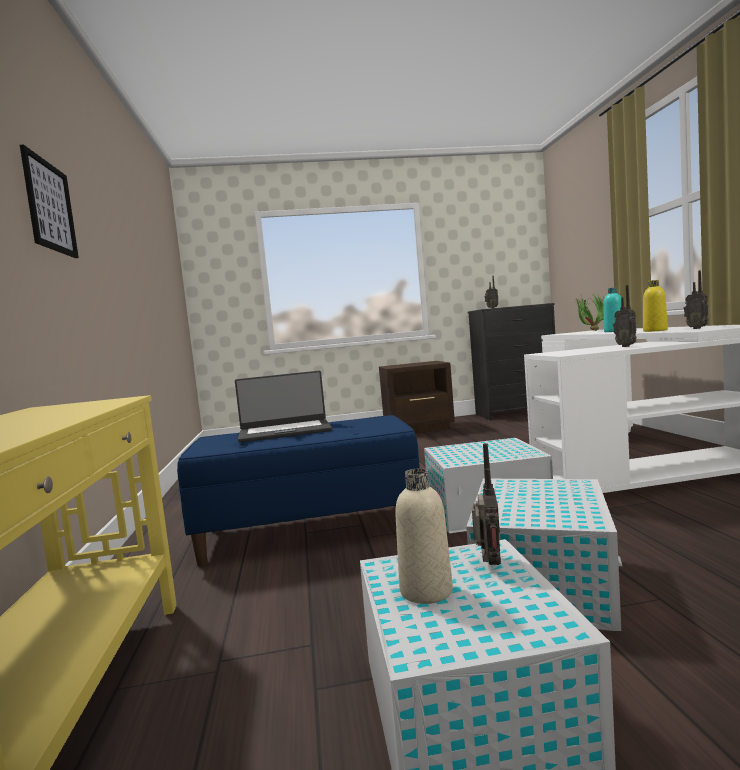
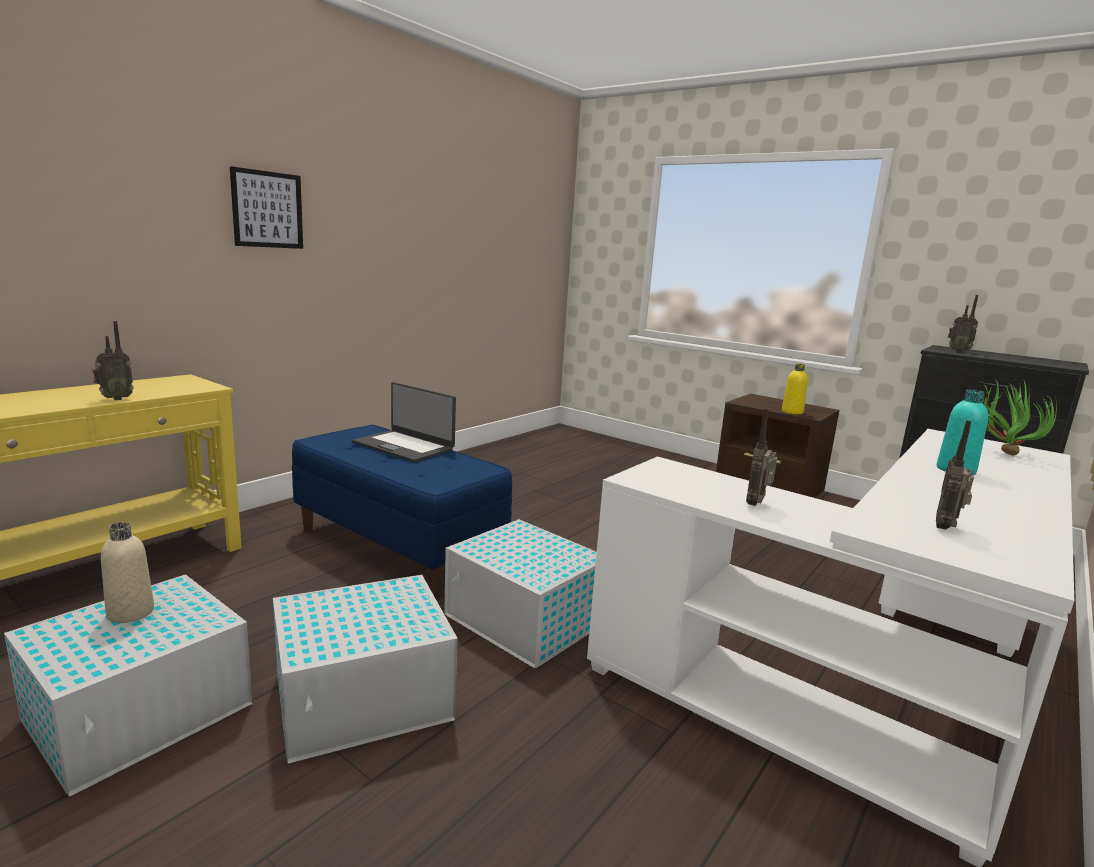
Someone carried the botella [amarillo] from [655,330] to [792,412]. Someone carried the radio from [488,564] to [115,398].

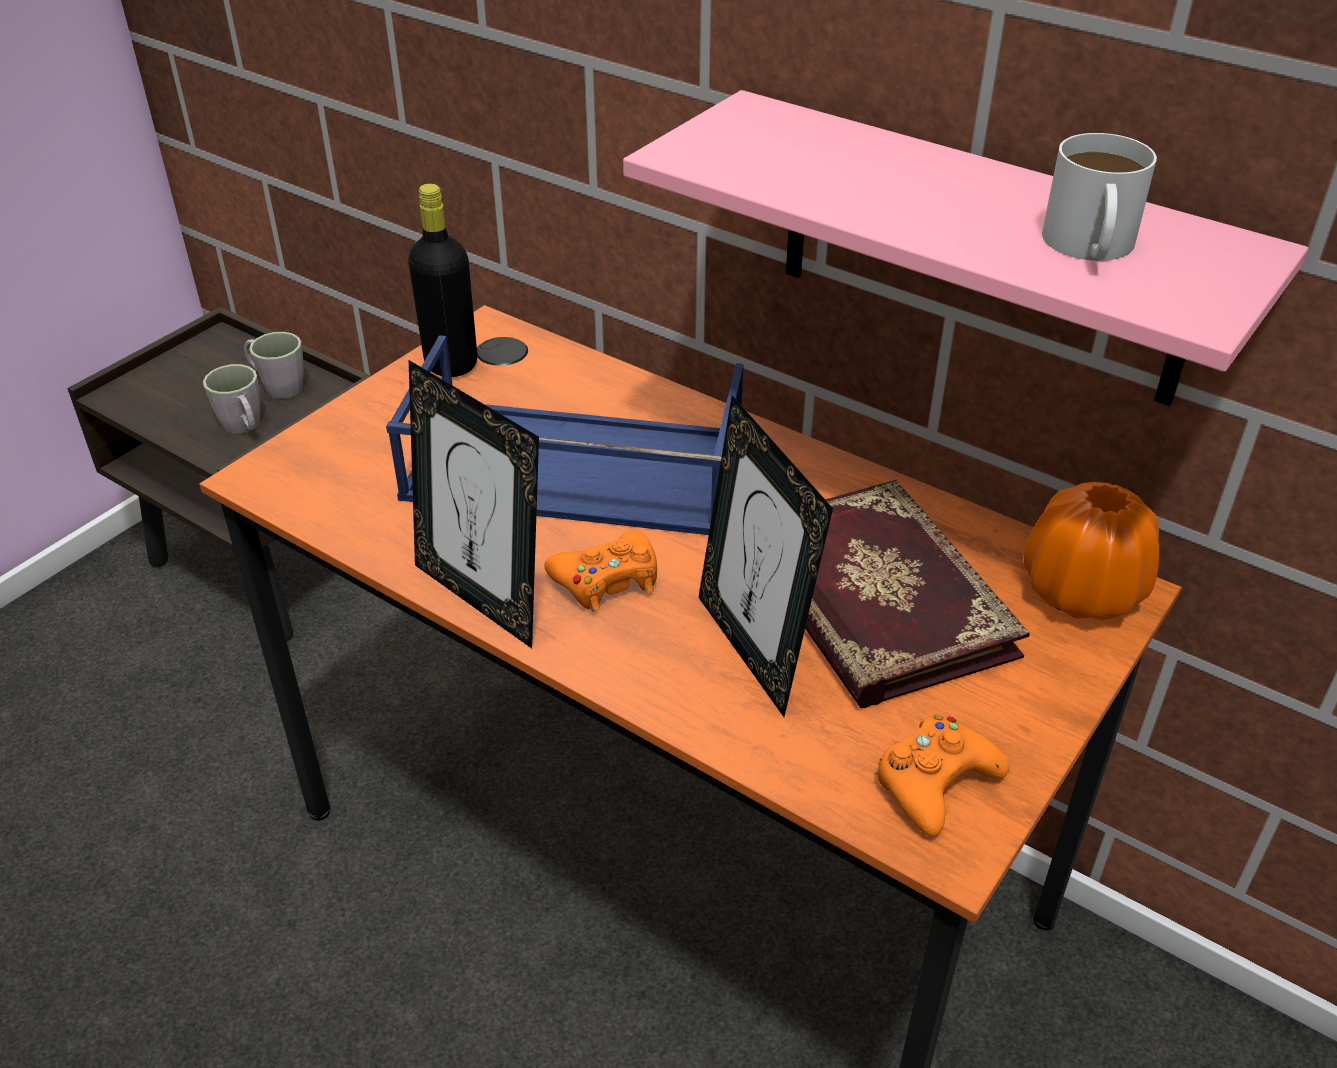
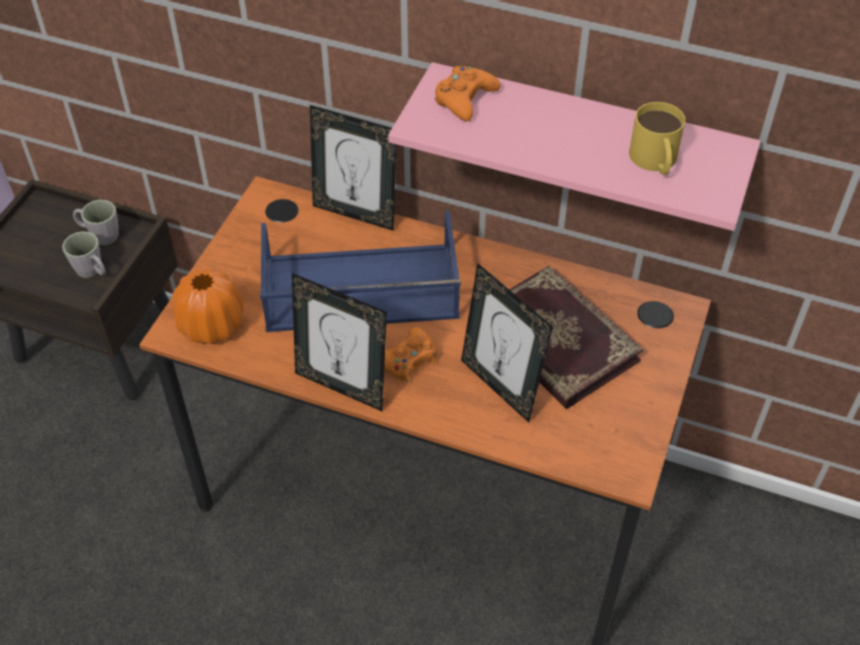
Someone repainted the taza grande [blanco] at [1089,247], which became the taza grande [amarillo] at [655,161]. Someone took away the botella [negro] at [451,364]. Someone carried the florero [naranja] from [1082,592] to [212,325]. Someone carried the mando de consola [naranja] from [934,783] to [464,99]. Someone put down the portarretratos at [355,213].

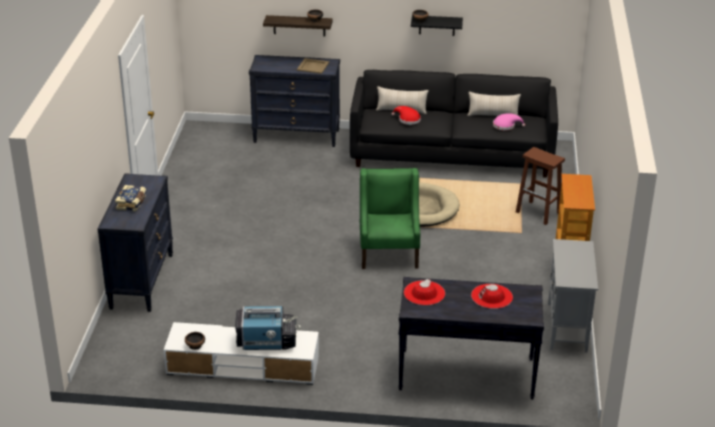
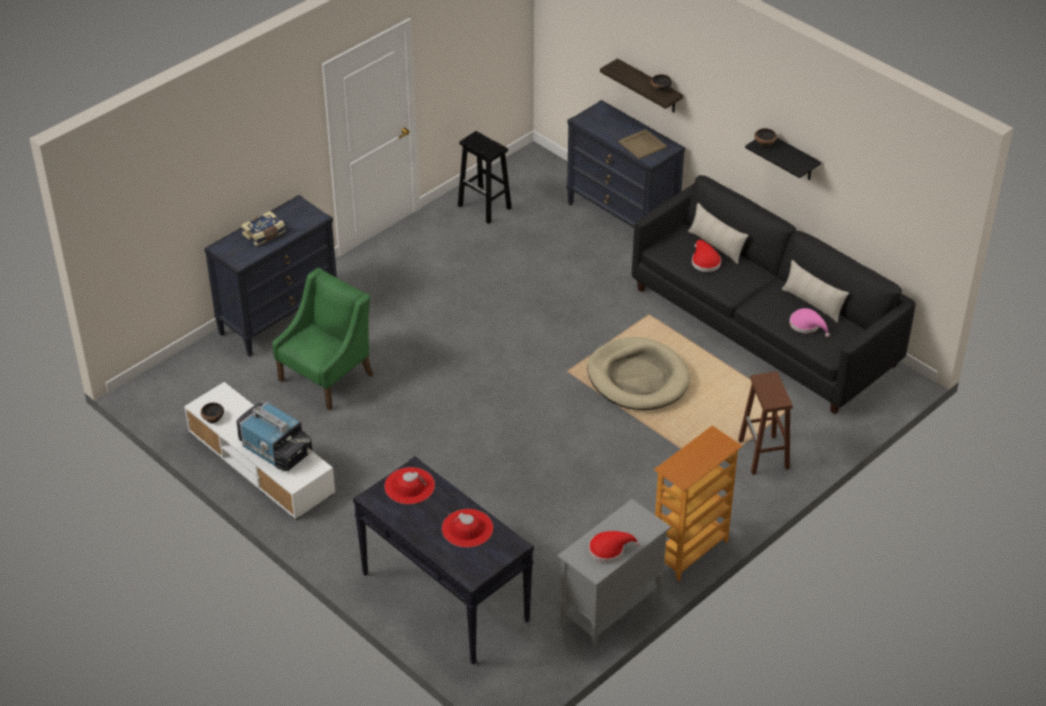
Someone carried the sillón [verde] from [389,253] to [327,377]. Someone put down the taburete [negro] at [485,207]. Someone put down the sombrero [rojo] at [609,549].

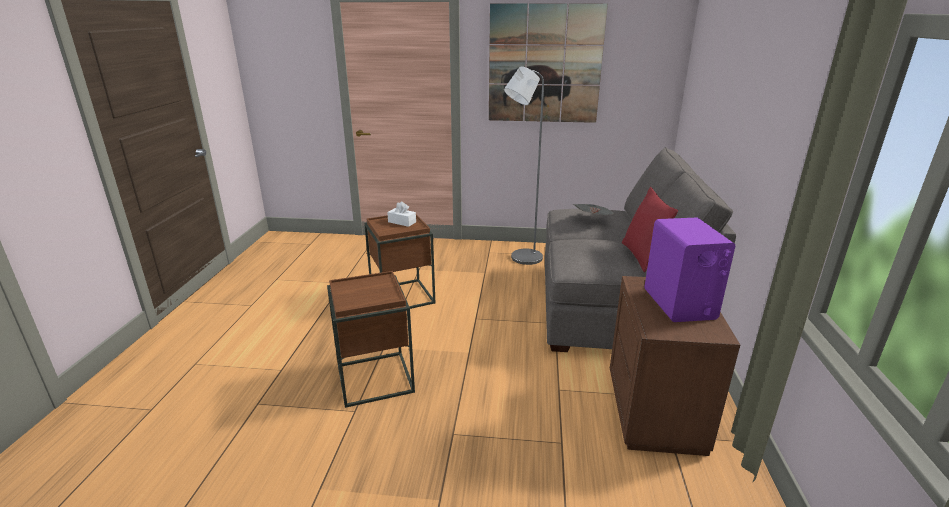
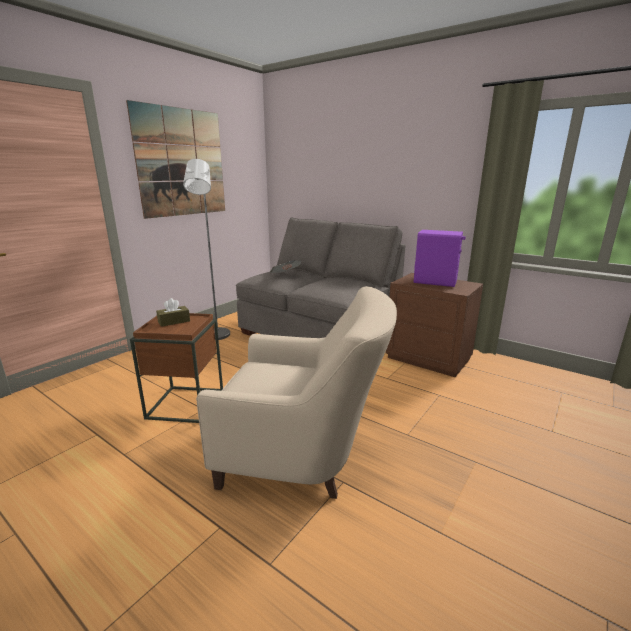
Someone took away the cojín [rojo] at [641,256]. Someone repainted the caja de pañuelos [blanco] at [402,222], which became the caja de pañuelos [marrón] at [174,321]. Someone swapped the mesa auxiliar [marrón] at [374,379] for the sillón [beis] at [304,456].

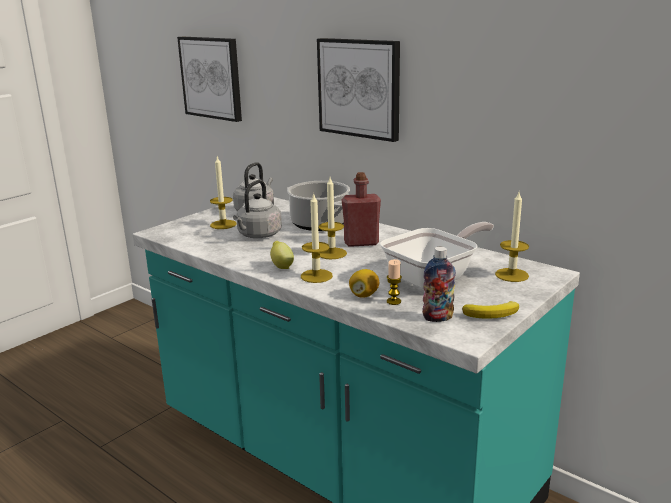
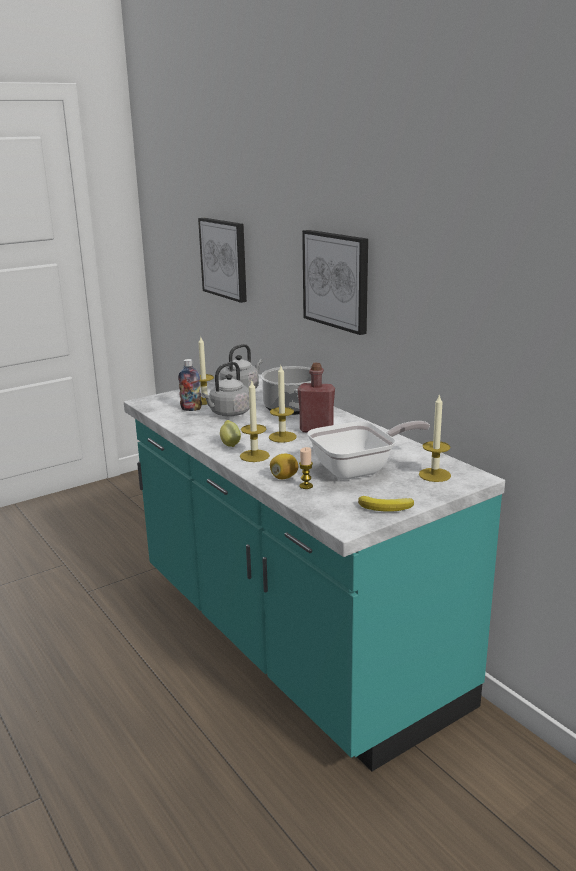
Someone carried the botella from [437,318] to [191,409].

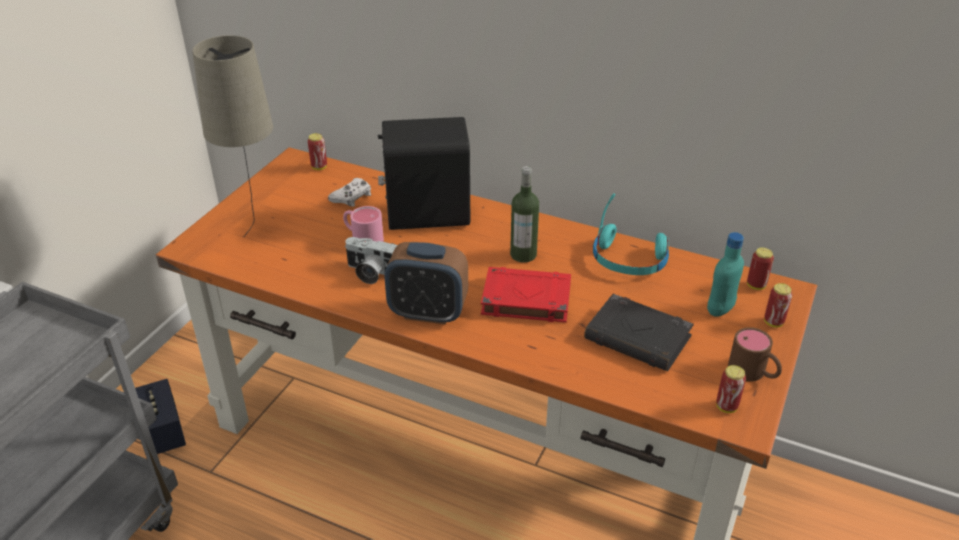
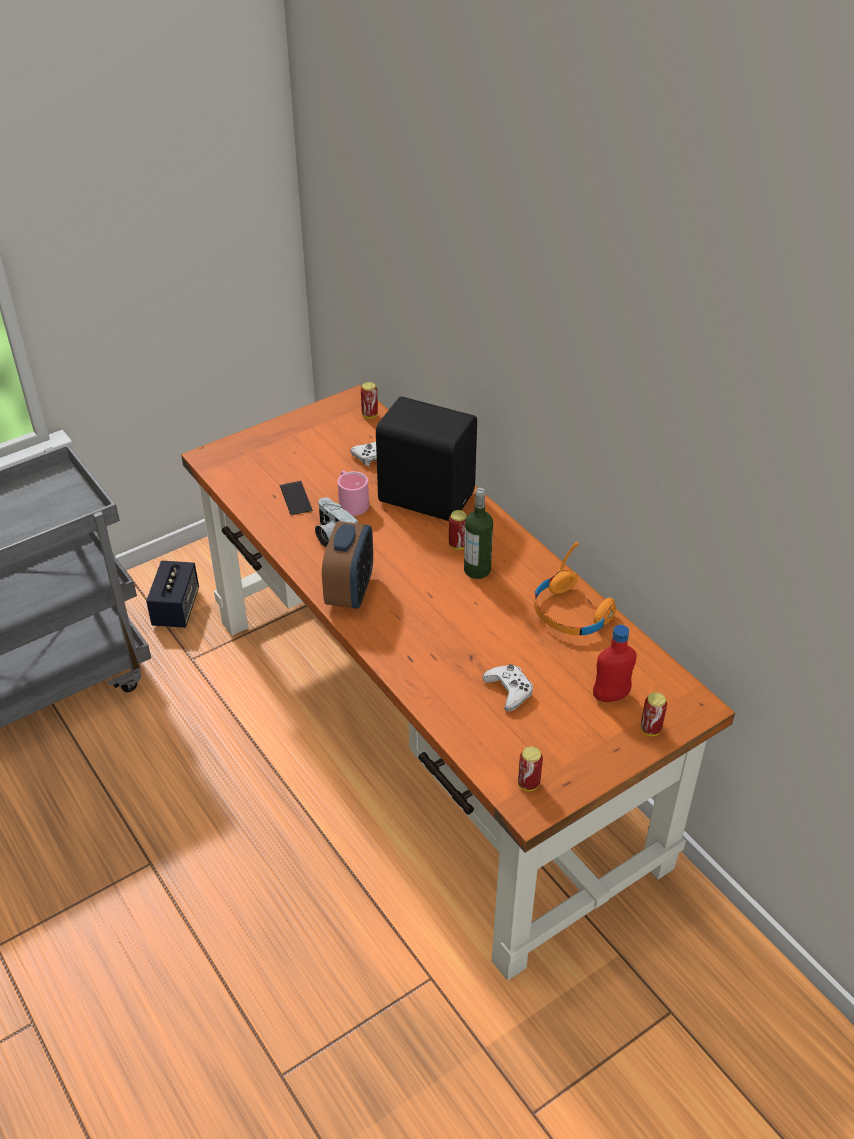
Someone took away the lámpara de mesa [beis] at [257,230]. Someone repainted the auriculares [turquesa] at [629,260], which became the auriculares [naranja] at [570,613]. Someone repainted the botella [turquesa] at [720,309], which became the botella [rojo] at [611,696]. Someone rotated the despertador at [428,312] by 120 degrees counterclockwise. Someone carried the lata from [756,285] to [457,545]. Someone took away the libro [rojo] at [525,300]. Someone swapped the libro [negro] at [639,338] for the mando de consola [blanco] at [509,690]. Someone took away the taza grande [marrón] at [753,373]. Someone put down the móvil at [296,498].

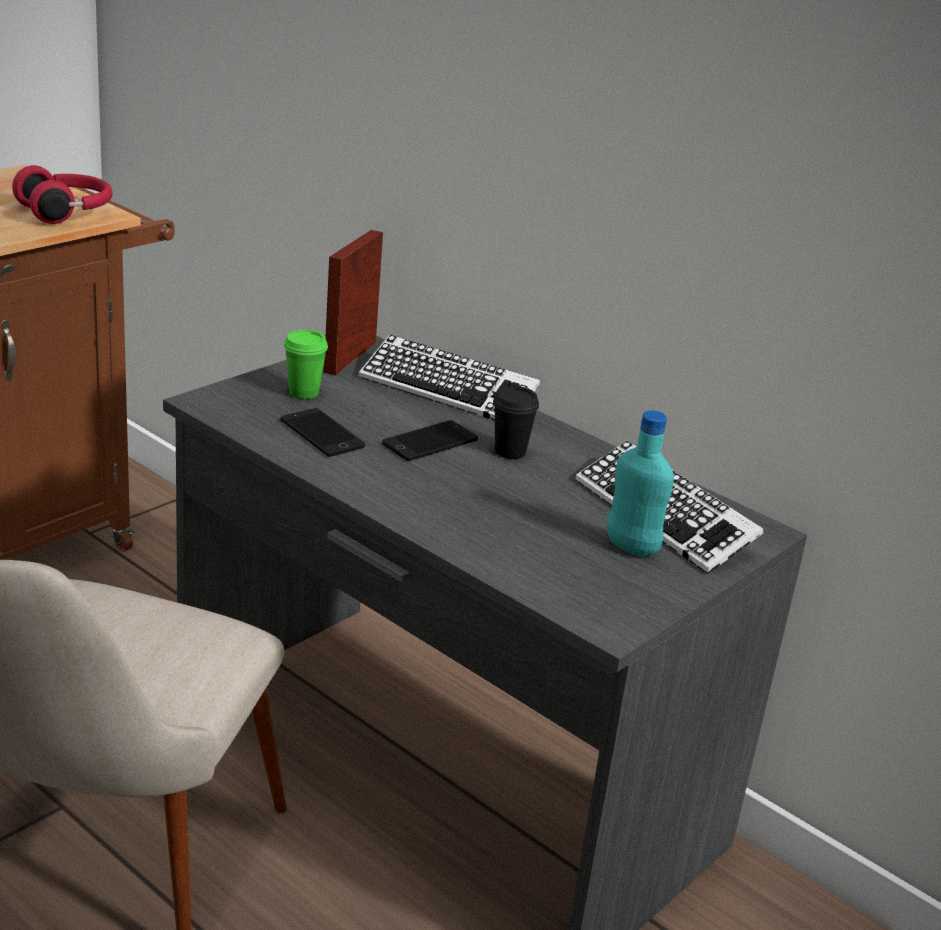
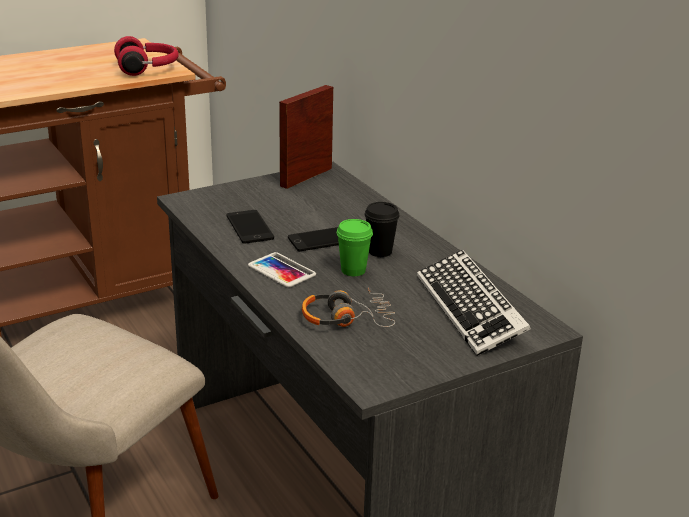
Someone carried the taza [verde] from [304,392] to [353,270]. Someone took away the teclado at [447,390]. Someone took away the botella [turquesa] at [631,548]. Someone put down the móvil at [281,270]. Someone put down the auriculares at [347,318].

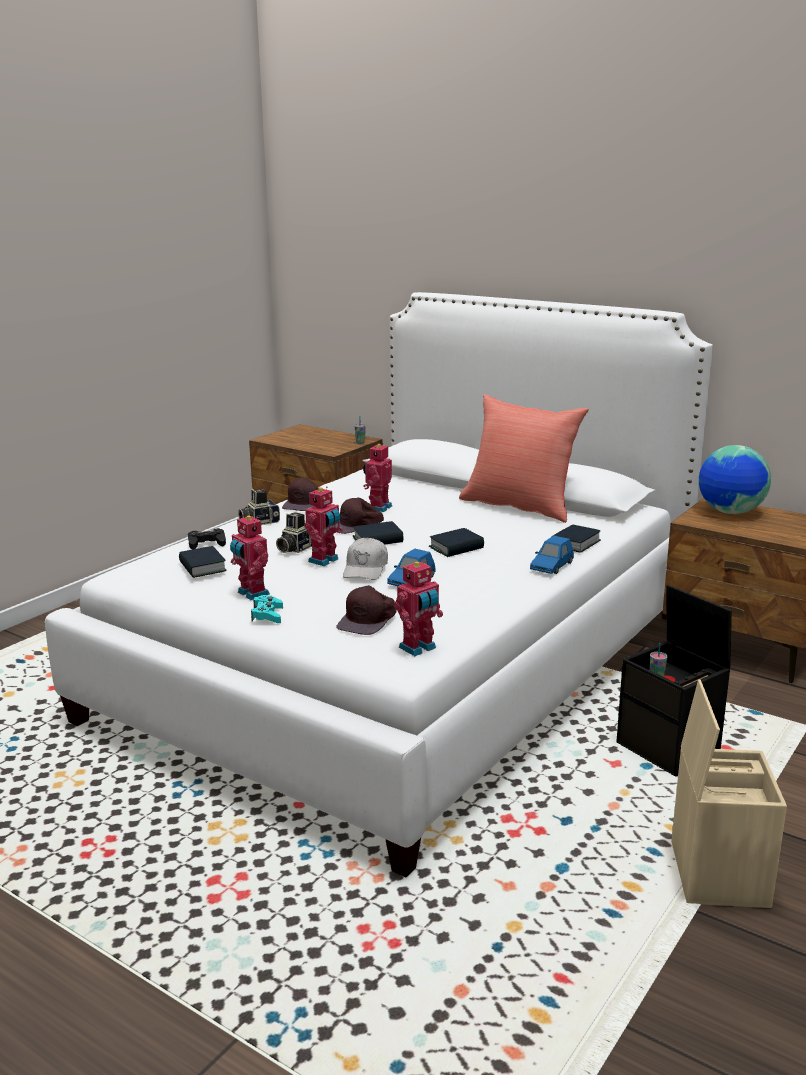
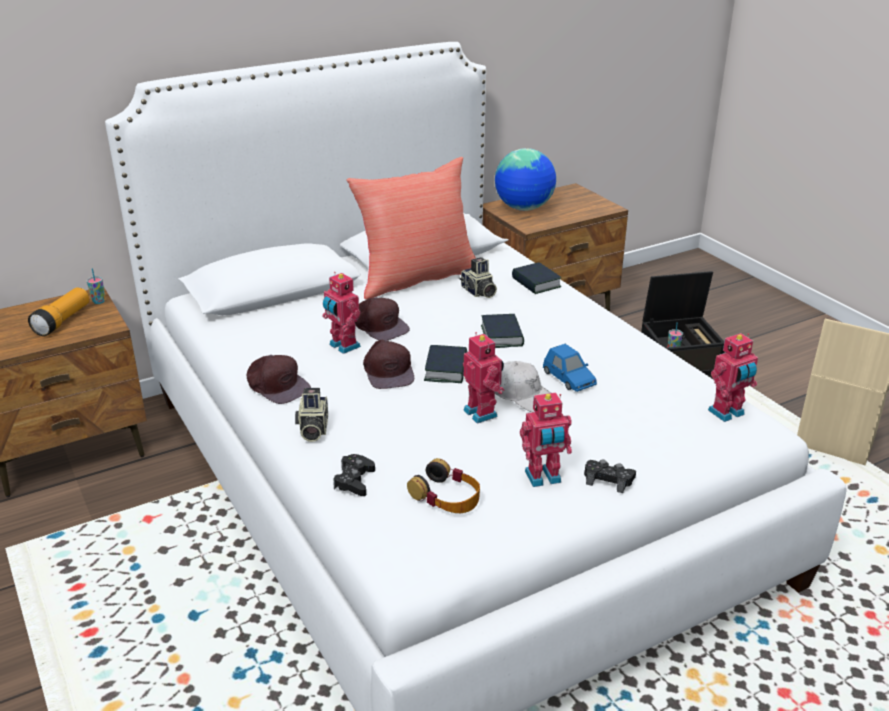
Someone carried the cámara from [295,548] to [478,292]. Someone took away the coche de juguete [azul] at [551,566]. Someone swapped the libro at [202,567] for the auriculares at [446,496]. Someone rotated the robot de juguete at [419,648] by 75 degrees clockwise. Someone carried the gorra [marrón] from [368,619] to [380,325]. Someone repainted the mando de consola [turquesa] at [267,615], which became the mando de consola [negro] at [608,480]. Someone put down the linterna at [63,321].

